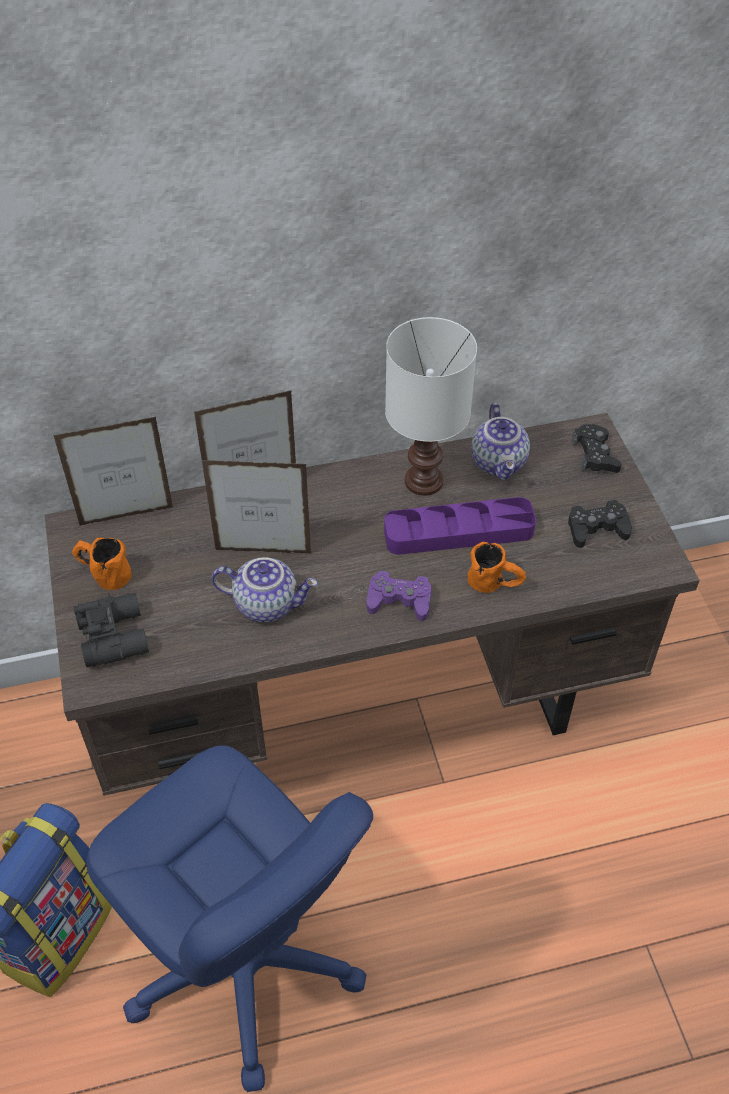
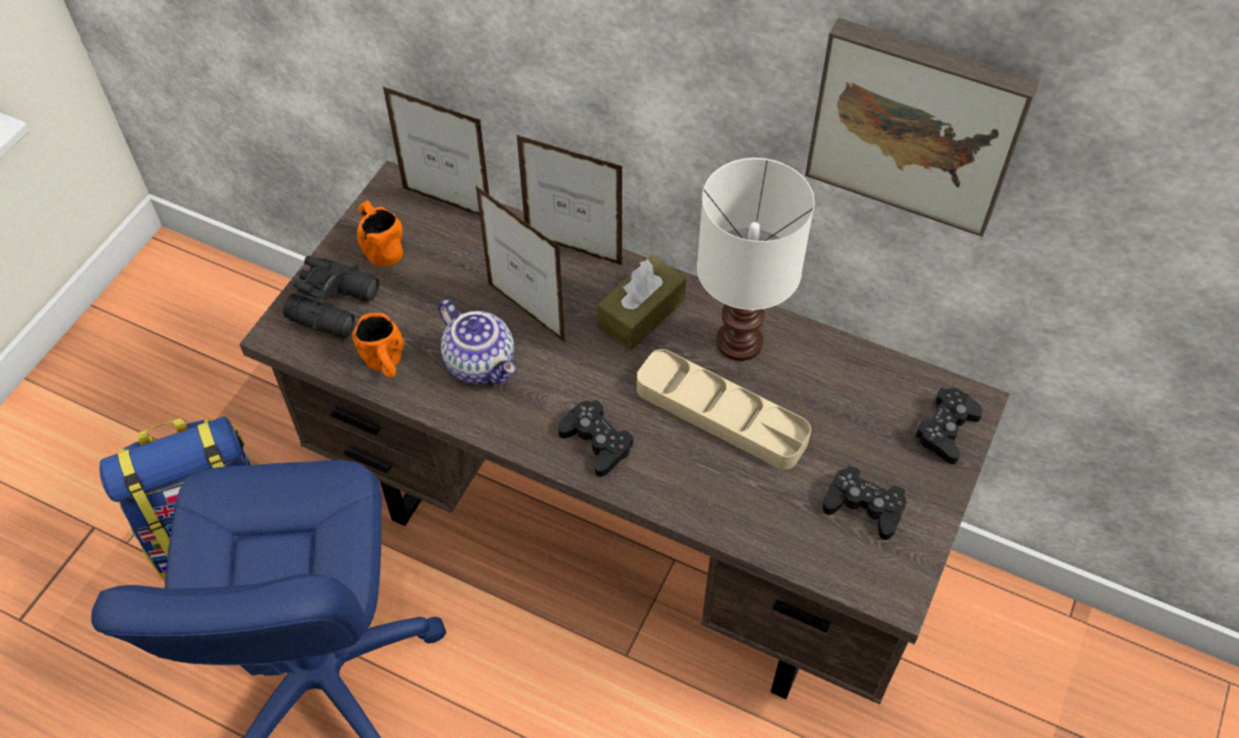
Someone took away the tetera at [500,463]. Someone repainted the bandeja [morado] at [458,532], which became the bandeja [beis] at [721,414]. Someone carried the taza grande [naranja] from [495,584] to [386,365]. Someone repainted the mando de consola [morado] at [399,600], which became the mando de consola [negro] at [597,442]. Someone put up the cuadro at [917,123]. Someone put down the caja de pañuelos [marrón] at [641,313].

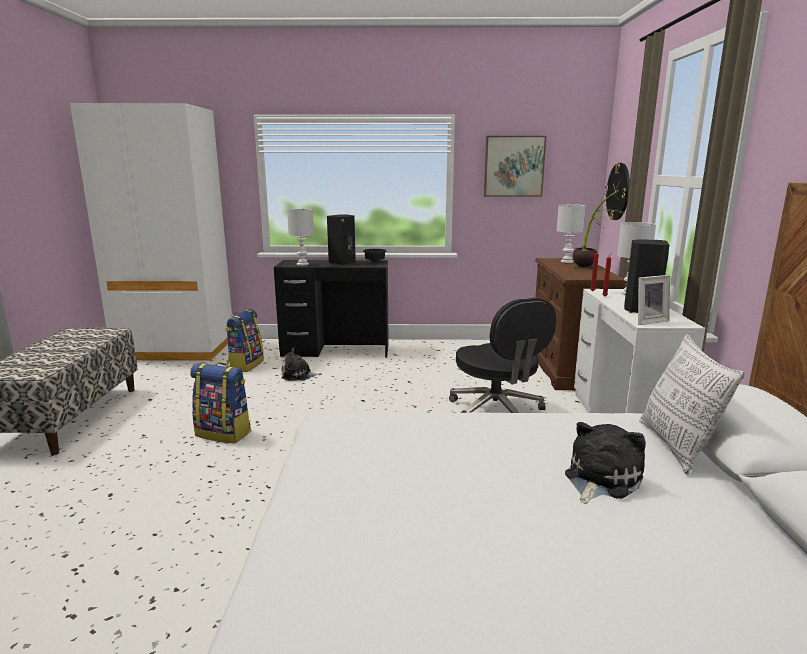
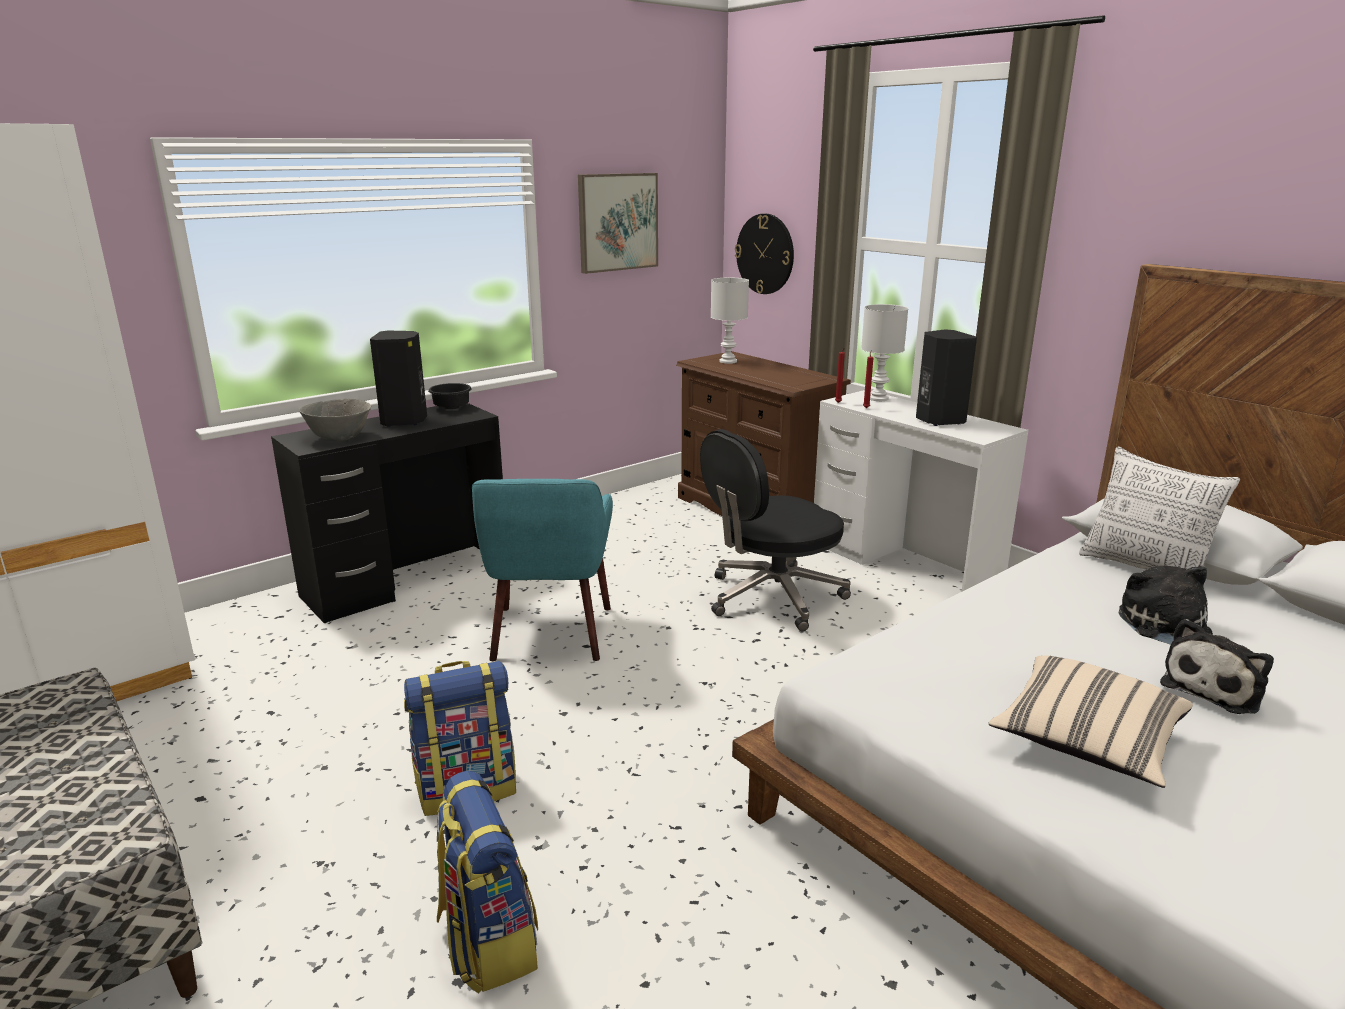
Someone took away the planta en maceta at [590,269]. Someone swapped the lámpara de mesa [blanco] at [302,264] for the cuenco [gris] at [339,438]. Someone took away the portarretratos at [648,321]. Someone rotated the silla de oficina [negro] at [497,412] by 120 degrees clockwise. Someone carried the mochila from [245,365] to [487,941]. Someone carried the peluche from [298,375] to [1215,688]. Someone put down the sillón [turquesa] at [550,633]. Someone put down the cojín [beis] at [1086,742].

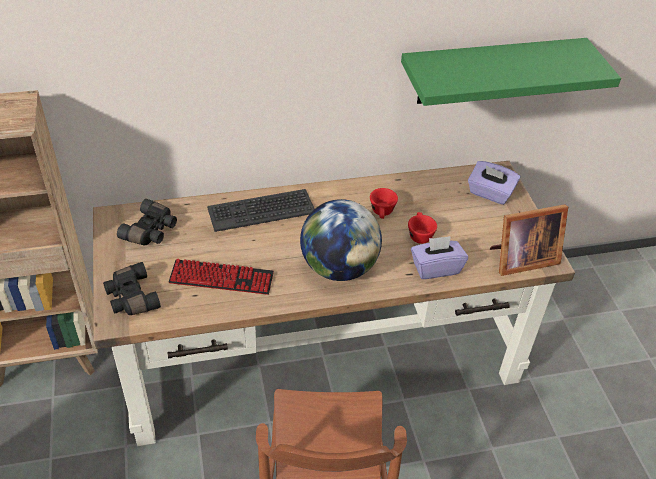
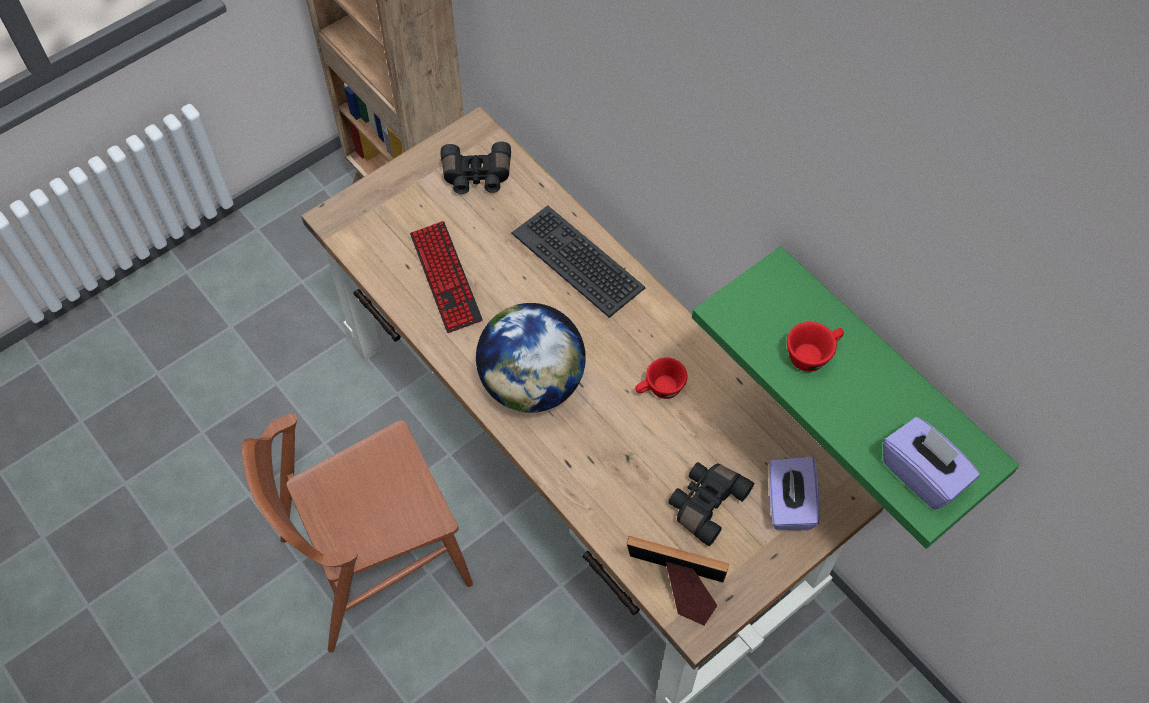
Someone rotated the portarretratos at [520,259] by 150 degrees clockwise. Someone carried the taza [rojo] from [419,234] to [812,354]. Someone carried the caja de pañuelos [morado] from [435,268] to [923,474]. Someone carried the prismáticos [negro] from [131,297] to [705,503].

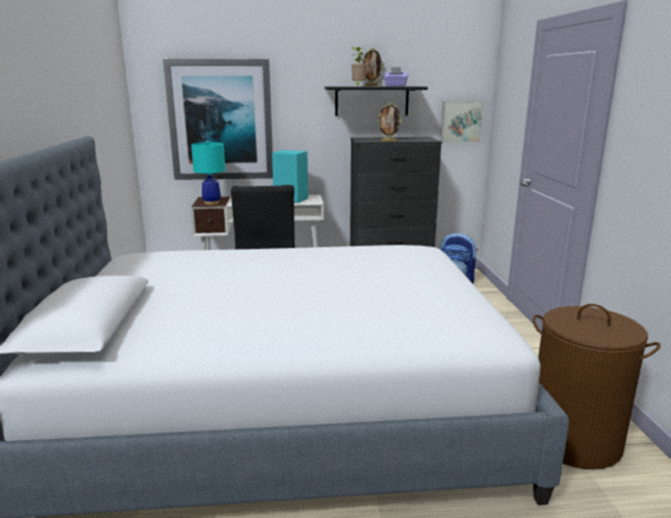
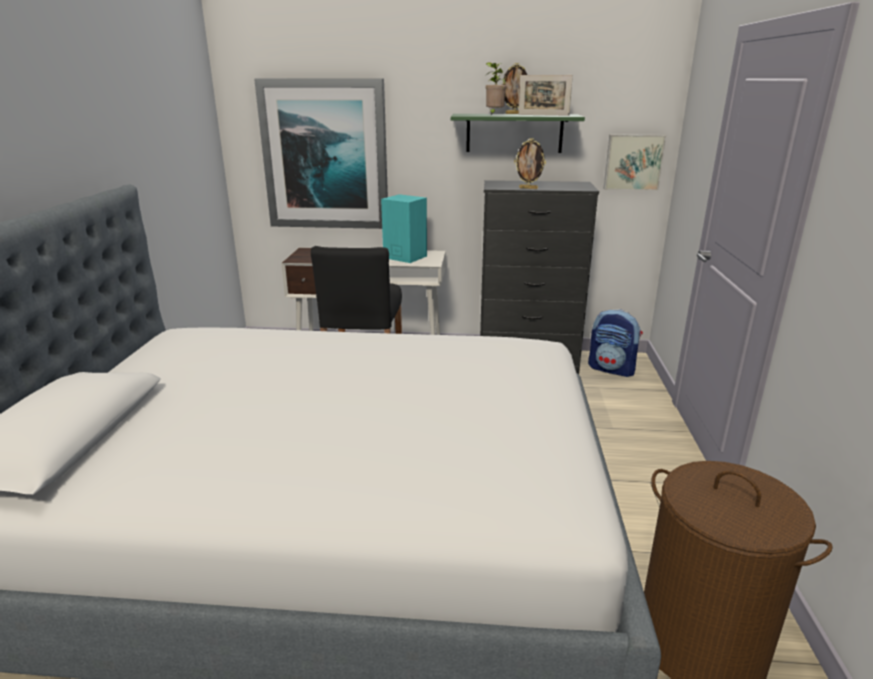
Someone swapped the caja de pañuelos [morado] at [395,86] for the portarretratos at [543,115]. Someone repainted the estante [negro] at [371,101], which became the estante [verde] at [514,133]. Someone took away the lámpara de mesa [turquesa] at [212,203].

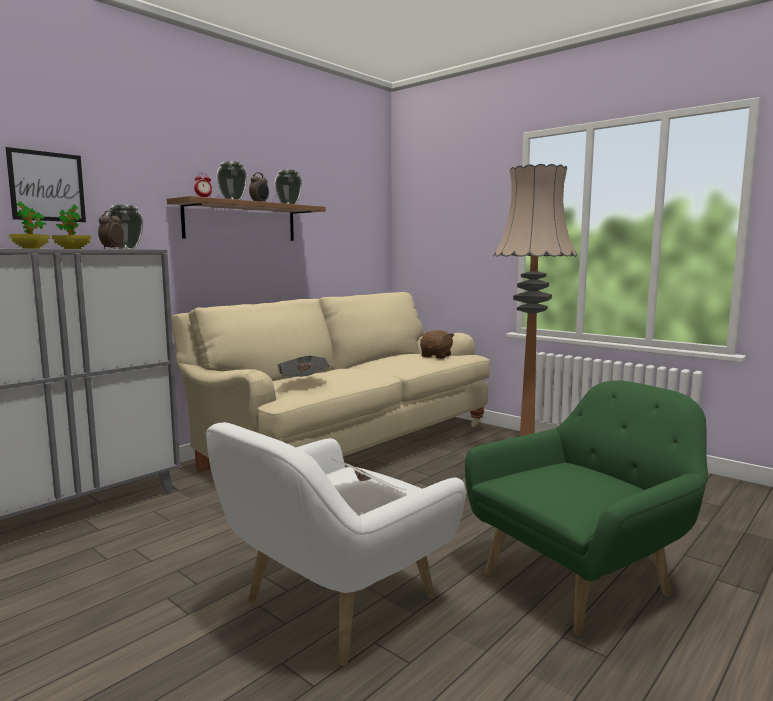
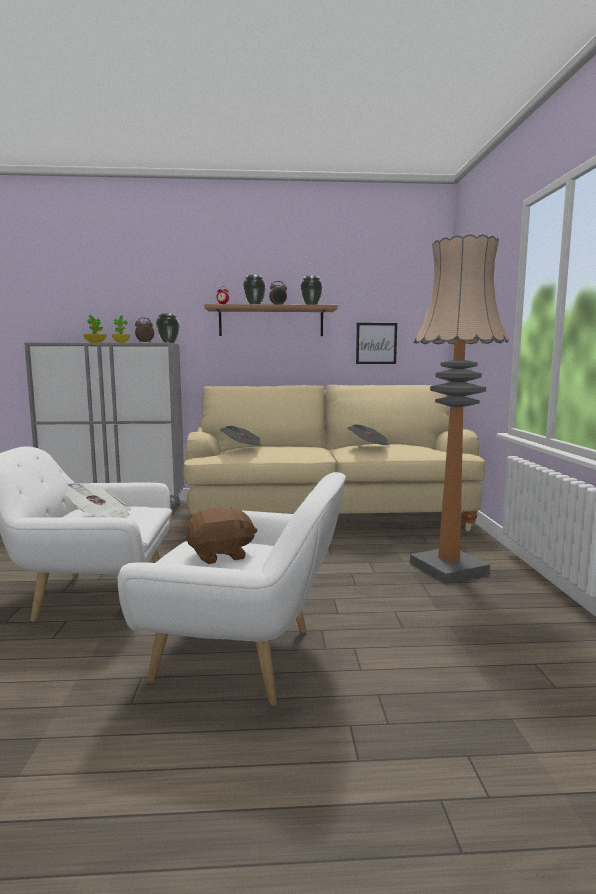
Someone carried the cuadro from [47,186] to [376,343]. Someone carried the peluche [marrón] from [436,356] to [220,555]. Someone repainted the sillón [verde] at [581,579], which became the sillón [blanco] at [244,659]. Someone put down the periódico at [370,447].

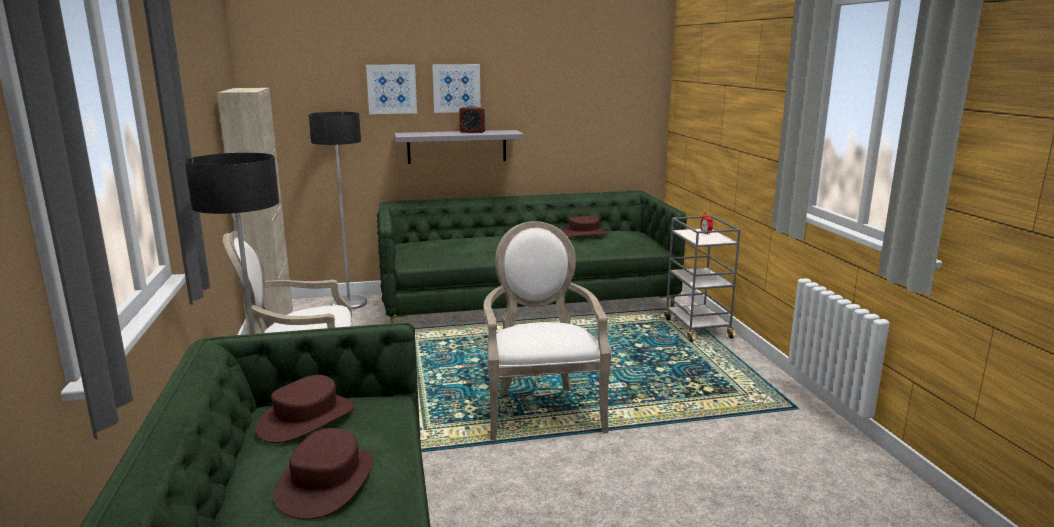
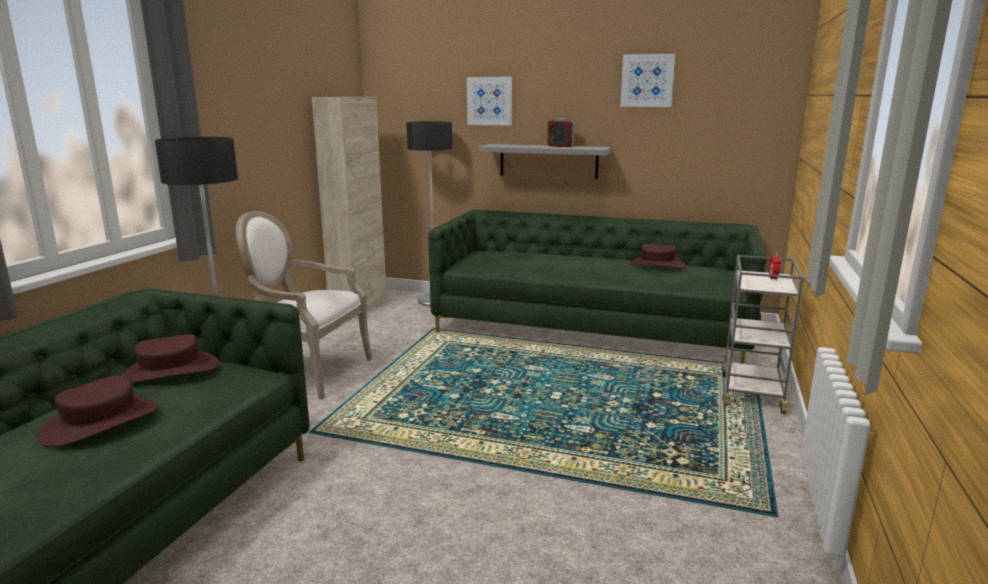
Someone carried the cuadro from [456,88] to [647,80]. Someone took away the sillón at [542,410].

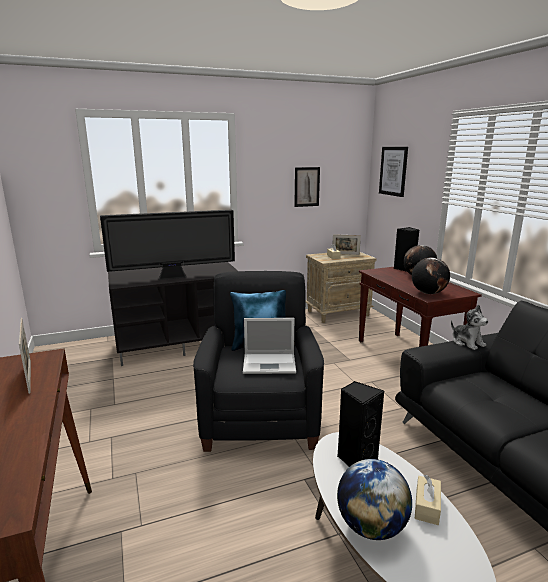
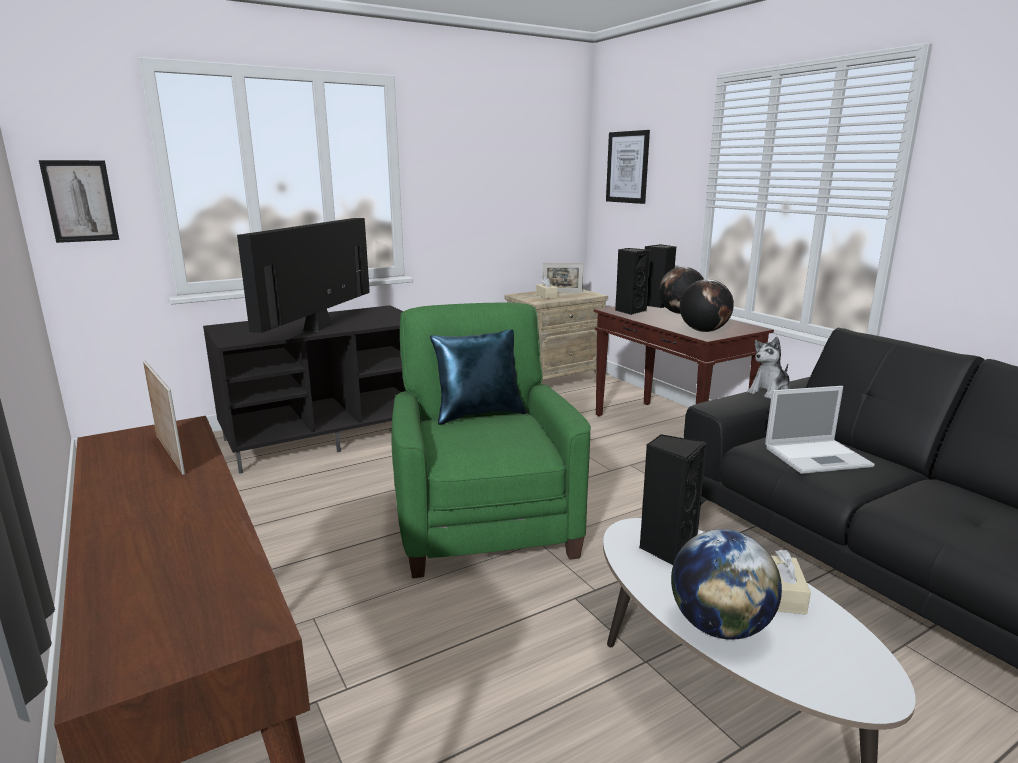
Someone carried the cuadro from [306,187] to [80,201]. Someone rotated the televisor at [174,277] by 135 degrees clockwise. Someone repainted the sillón [negro] at [260,417], which became the sillón [verde] at [484,524]. Someone rotated the peluche at [467,342] by 90 degrees clockwise. Someone carried the portátil from [270,363] to [818,456]. Someone put down the altavoz [negro] at [630,311].

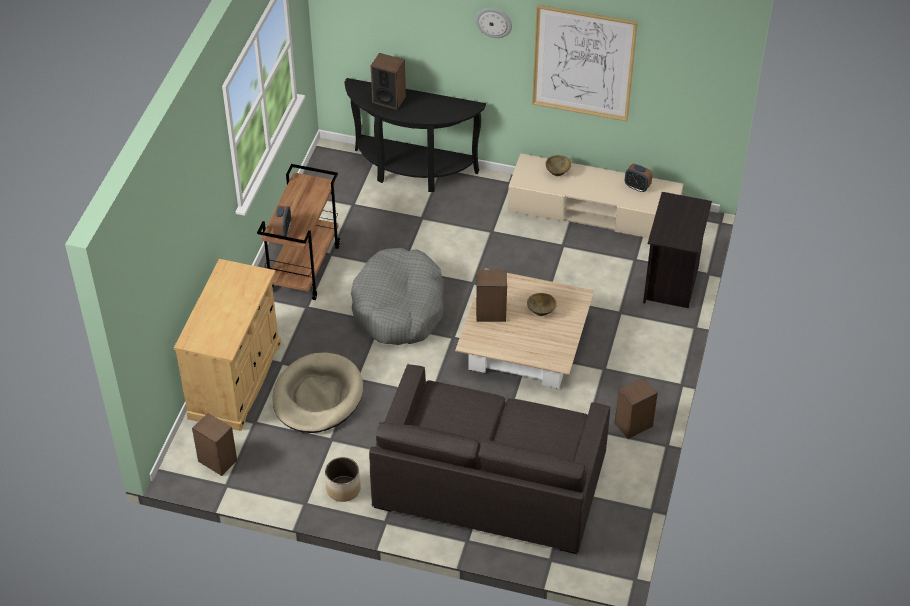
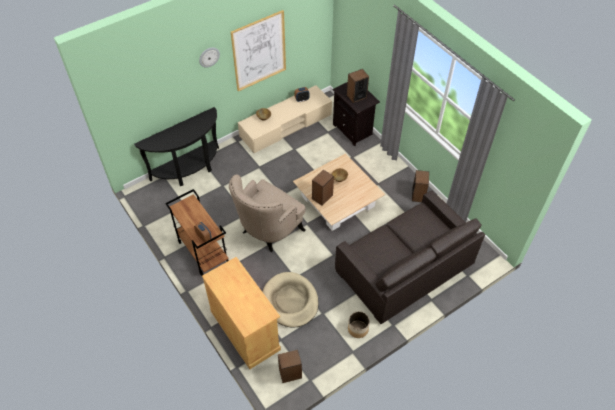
Someone carried the altavoz from [389,99] to [356,96]. Someone swapped the cama para perro [gris] at [399,307] for the sillón [beis] at [268,231].

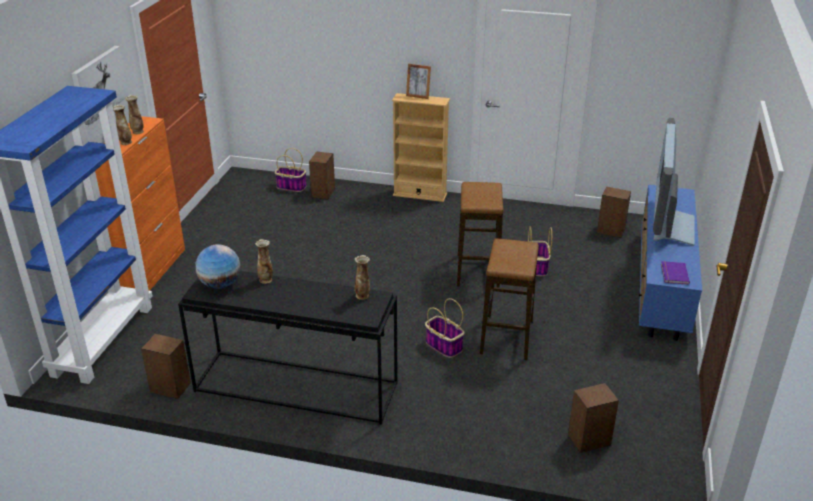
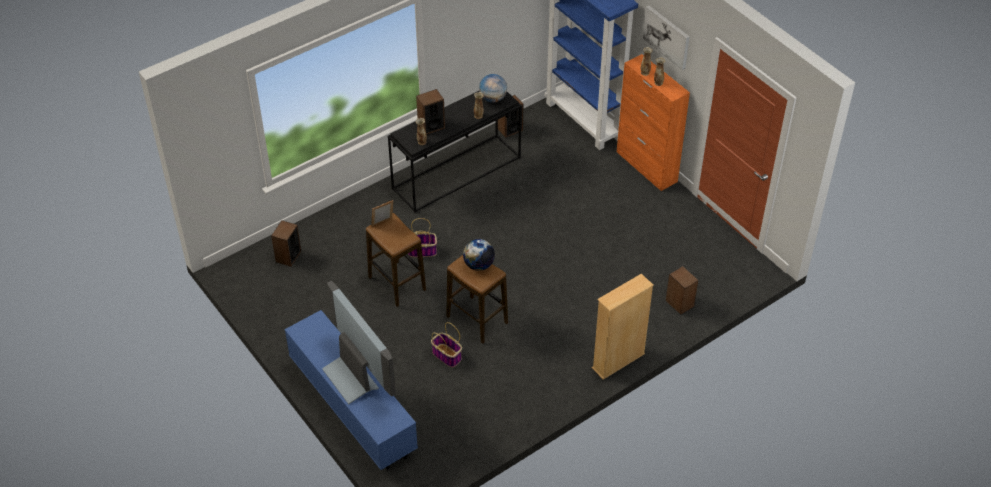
Someone carried the portarretratos from [418,96] to [383,224]. Someone took away the cesta at [290,187]. Someone carried the altavoz from [611,230] to [431,126]. Someone took away the libro [morado] at [673,274]. Someone put down the globo terráqueo at [478,265].

